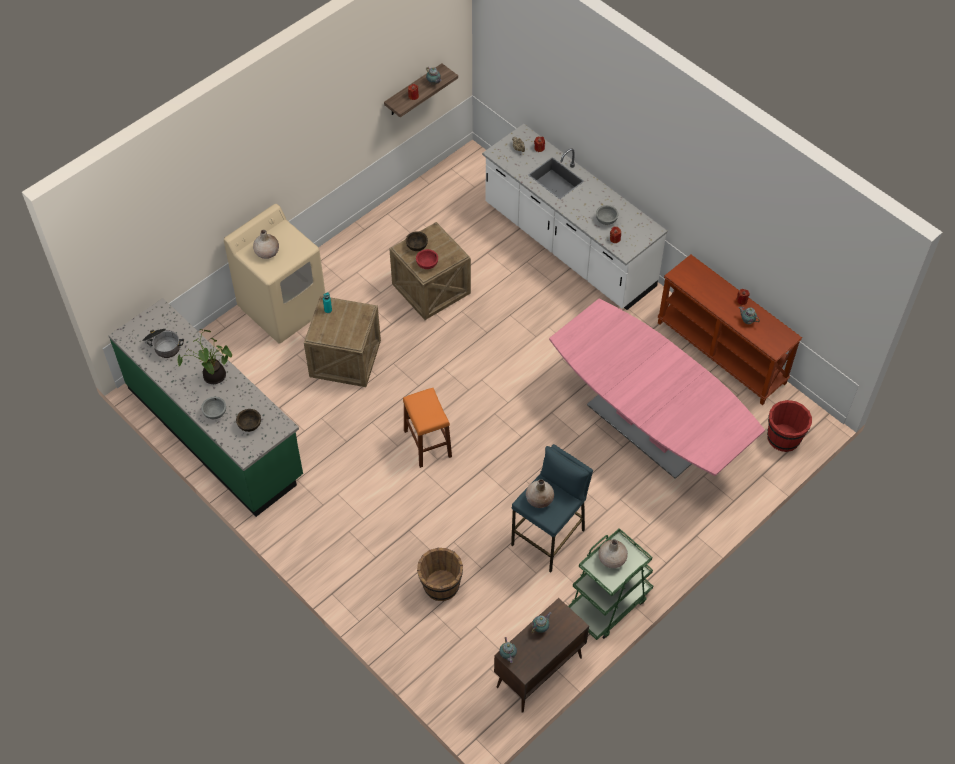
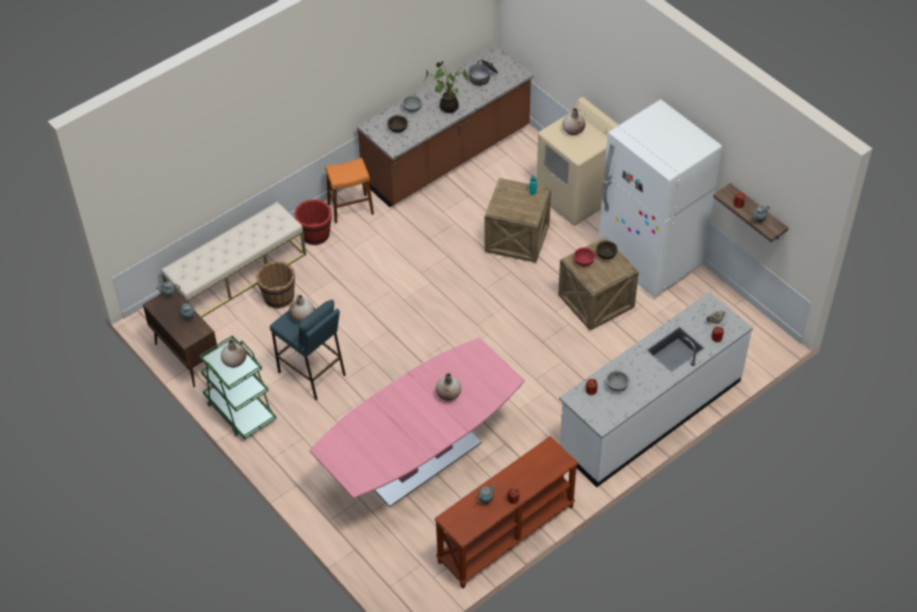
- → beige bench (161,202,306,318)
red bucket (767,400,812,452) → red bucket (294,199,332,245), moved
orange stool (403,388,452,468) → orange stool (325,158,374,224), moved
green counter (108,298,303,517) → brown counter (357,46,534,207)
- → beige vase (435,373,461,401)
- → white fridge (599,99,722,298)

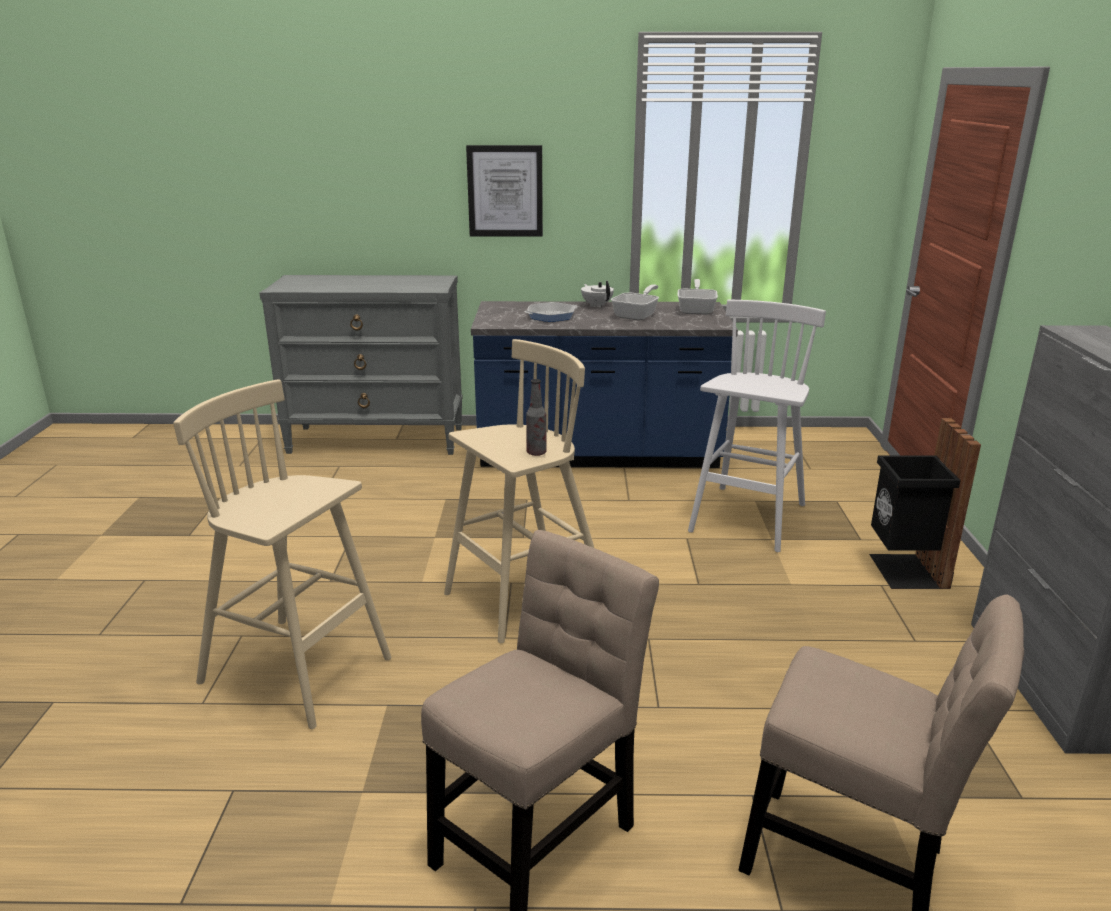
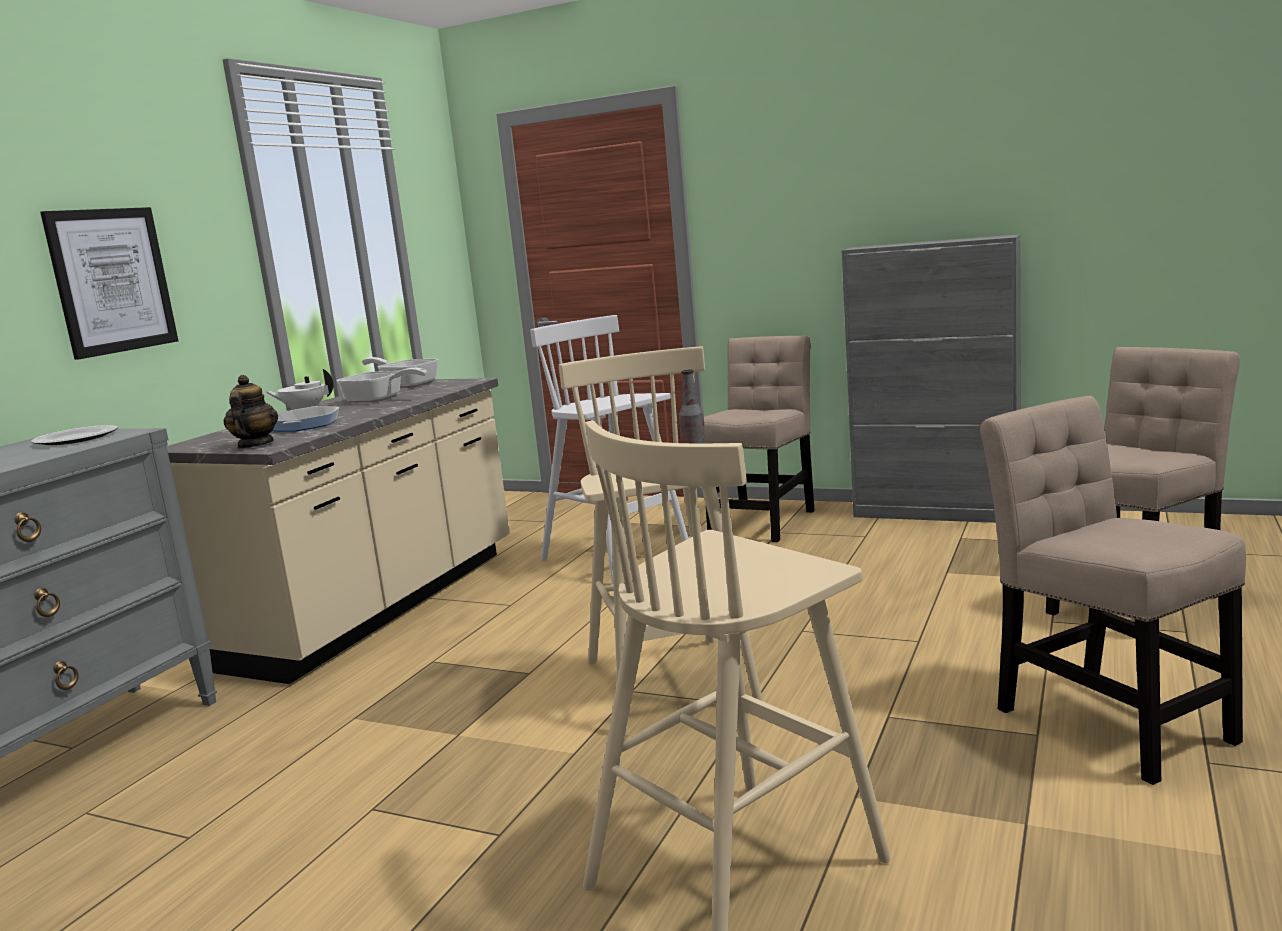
- → plate (31,425,118,445)
blue counter (471,301,738,468) → beige counter (167,378,510,684)
- → teapot (223,375,278,449)
frying pan (611,284,659,320) → frying pan (336,368,427,403), 150 degrees clockwise
black trash can (869,418,981,589) → beige chair (704,336,815,542)

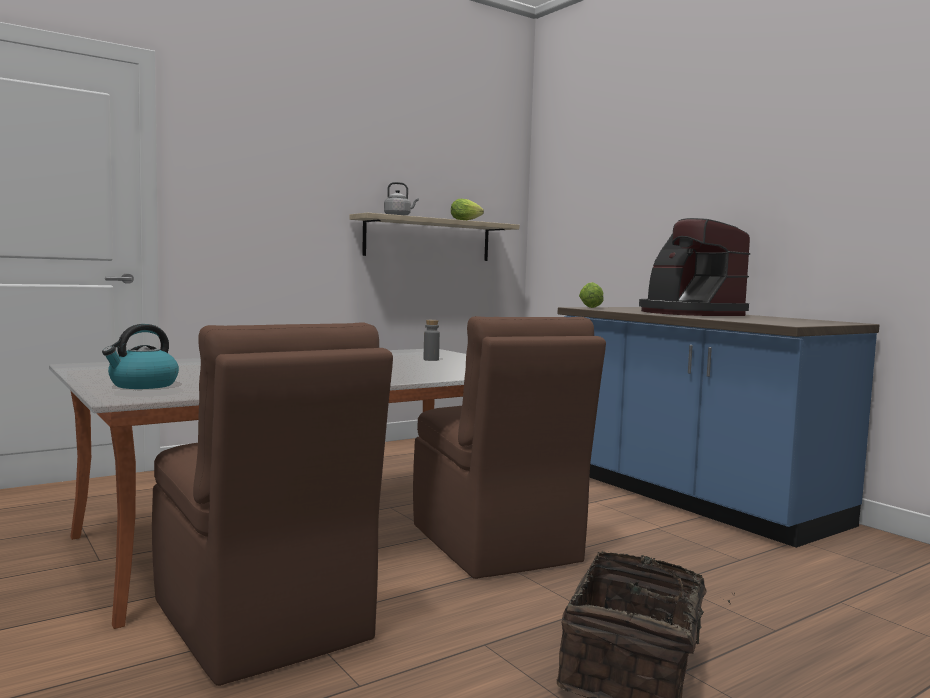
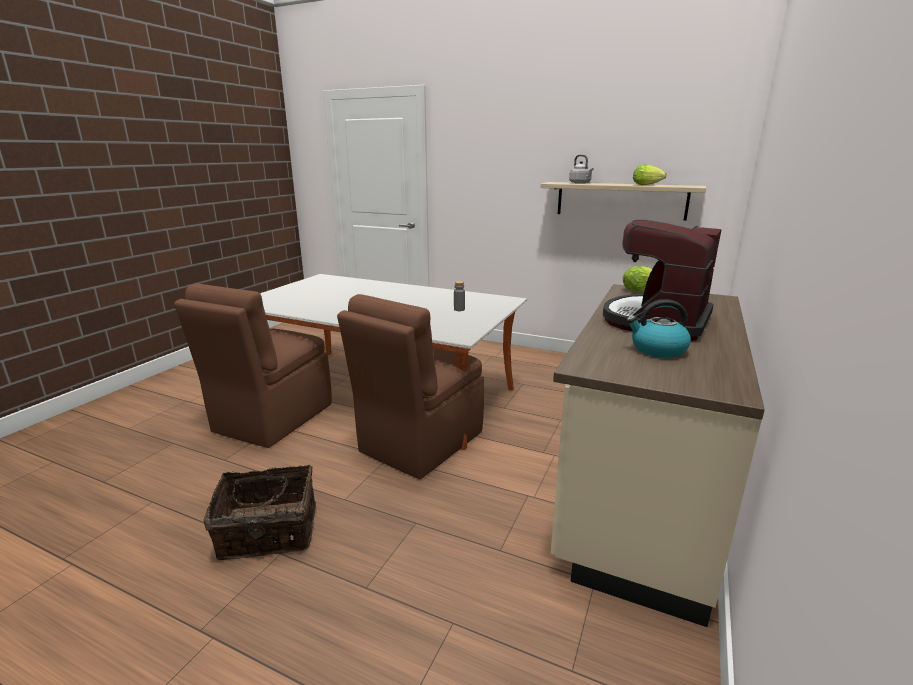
blue counter (558,307,880,548) → beige counter (551,284,765,627)
kettle (102,324,179,389) → kettle (627,299,691,358), moved

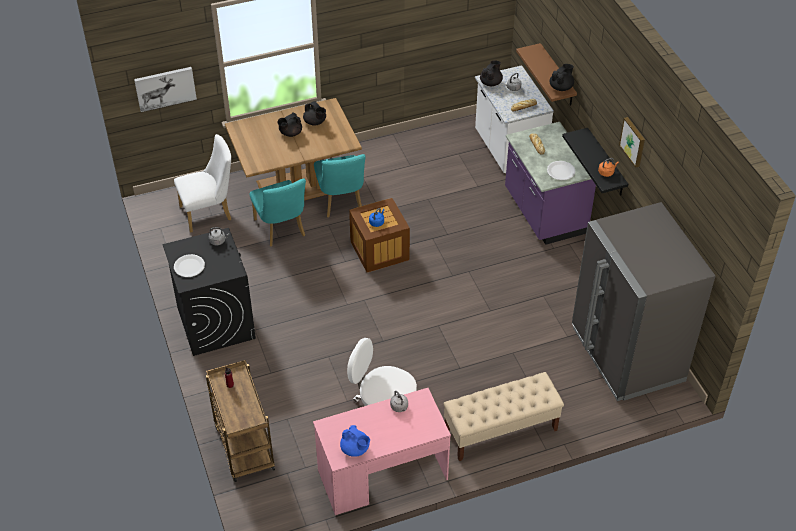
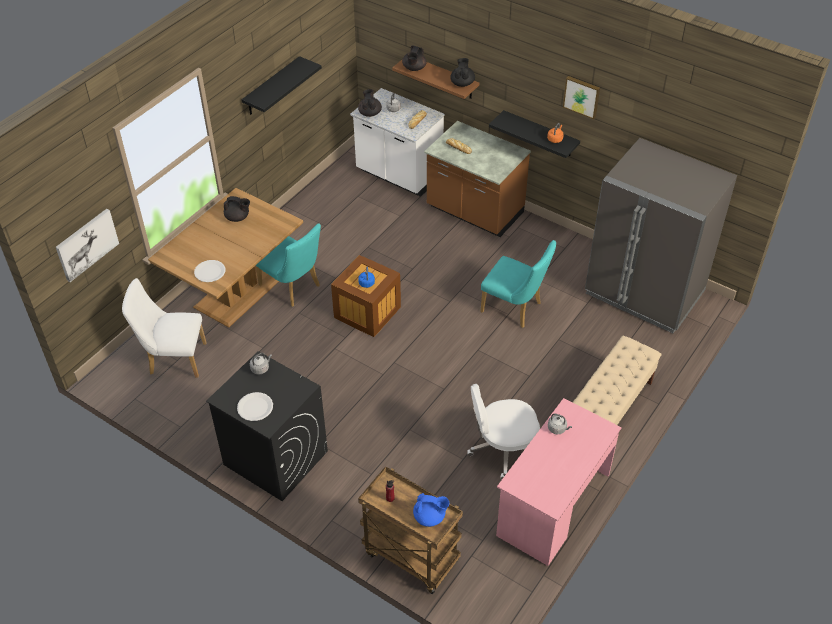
white chair (174,134,231,233) → white chair (122,278,207,377), 120 degrees counterclockwise
white plate (547,161,575,180) → white plate (194,260,226,282), moved
- → black shelf (241,56,322,115)
black teapot (277,112,302,137) → black teapot (402,46,426,71), moved
blue teapot (340,425,370,457) → blue teapot (413,493,449,527), moved
purple counter (505,122,596,245) → brown counter (424,121,531,237)
turquoise chair (250,178,306,247) → turquoise chair (480,240,556,328), moved

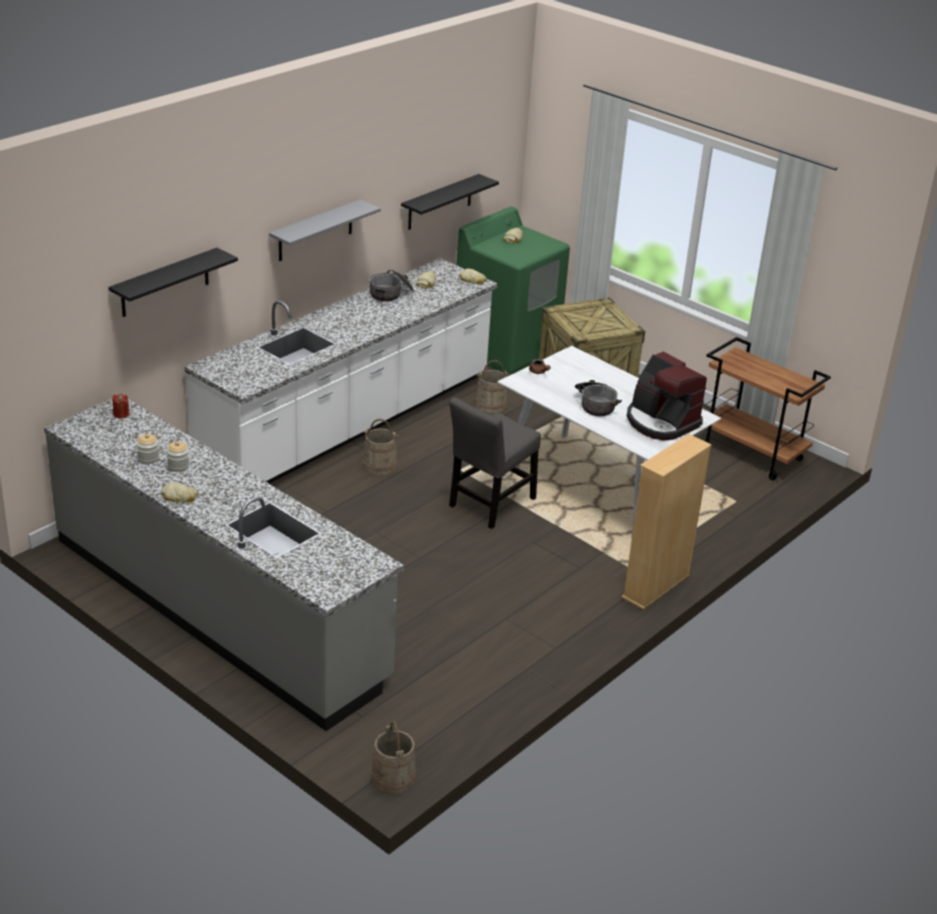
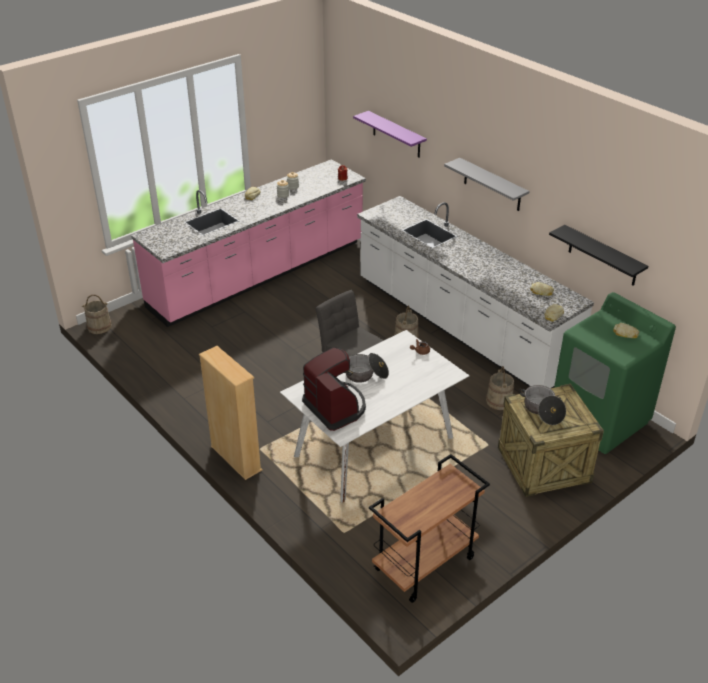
grey counter (44,399,404,731) → pink counter (131,159,366,327)
coffee machine (626,352,707,441) → coffee machine (302,347,366,431), 90 degrees clockwise
black shelf (108,248,238,317) → purple shelf (353,111,427,158)
cooking pot (369,270,414,302) → cooking pot (519,385,566,425), moved

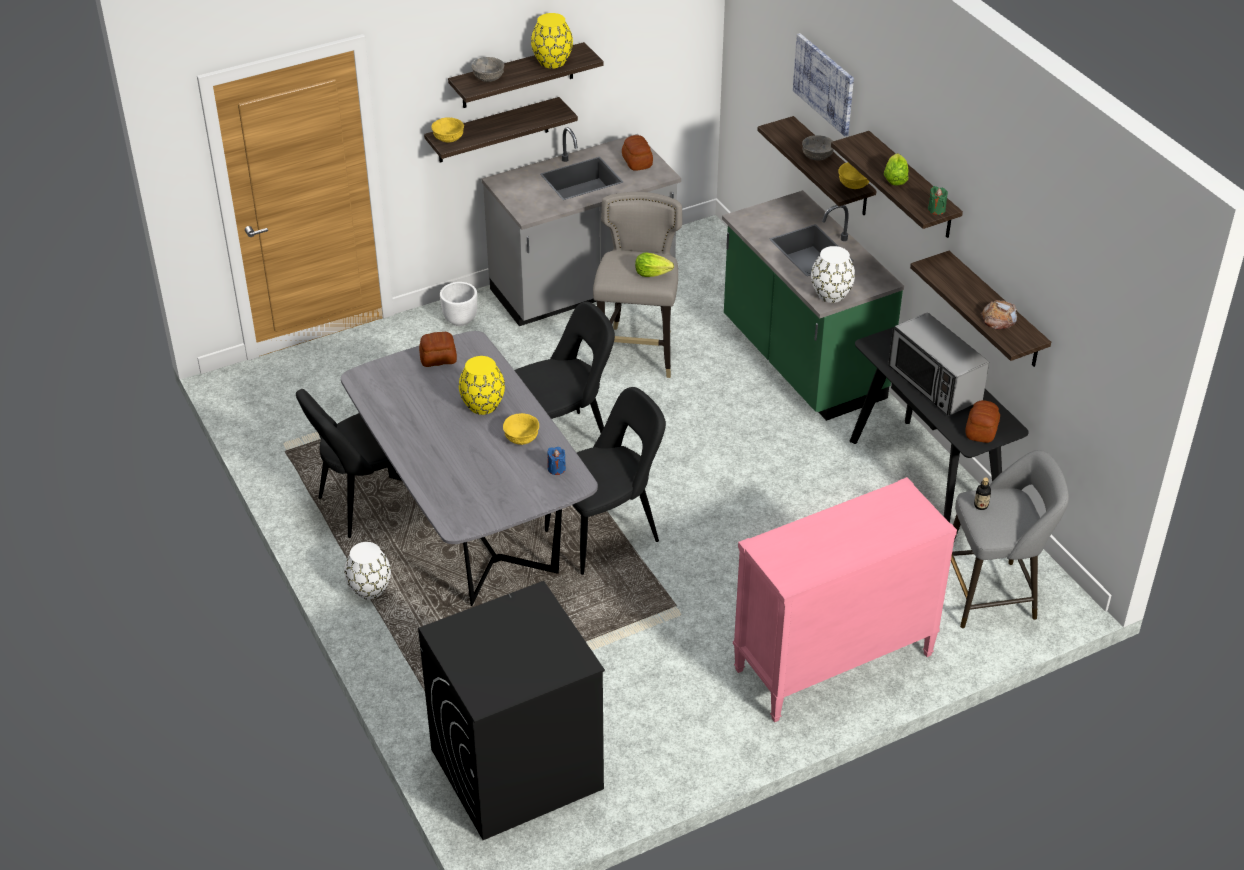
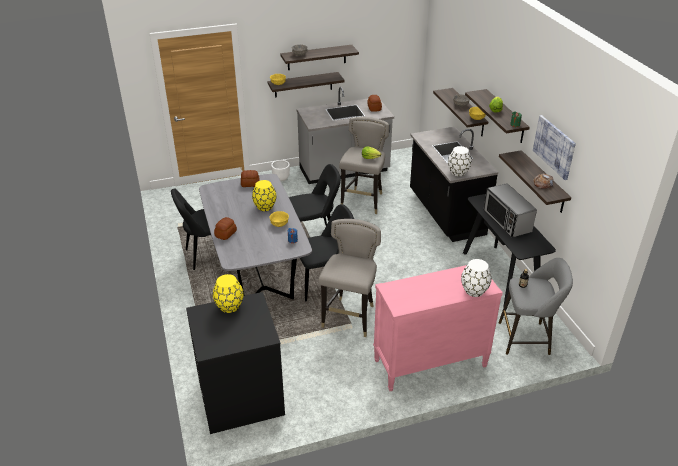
yellow vase (531,13,573,69) → yellow vase (213,274,244,313), moved
bread (965,400,1000,443) → bread (214,217,237,240), moved
- → grey stool (318,219,381,337)
green counter (722,190,904,421) → black counter (410,127,498,242)
white vase (344,542,391,600) → white vase (461,259,492,297), moved
picture (793,33,854,136) → picture (533,115,576,180), moved

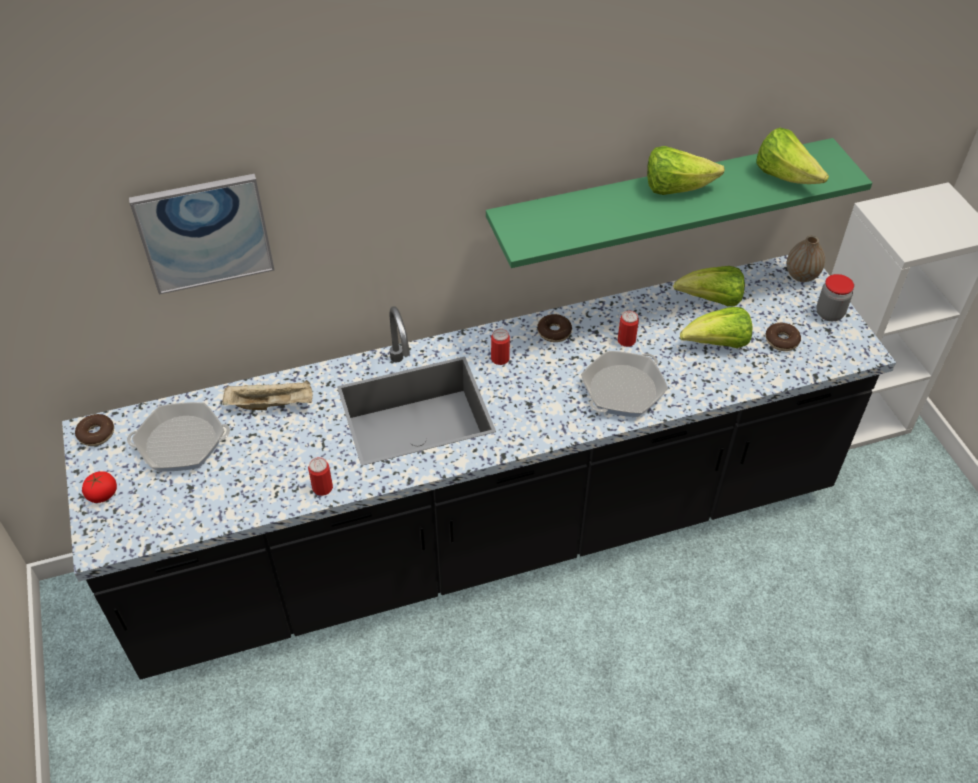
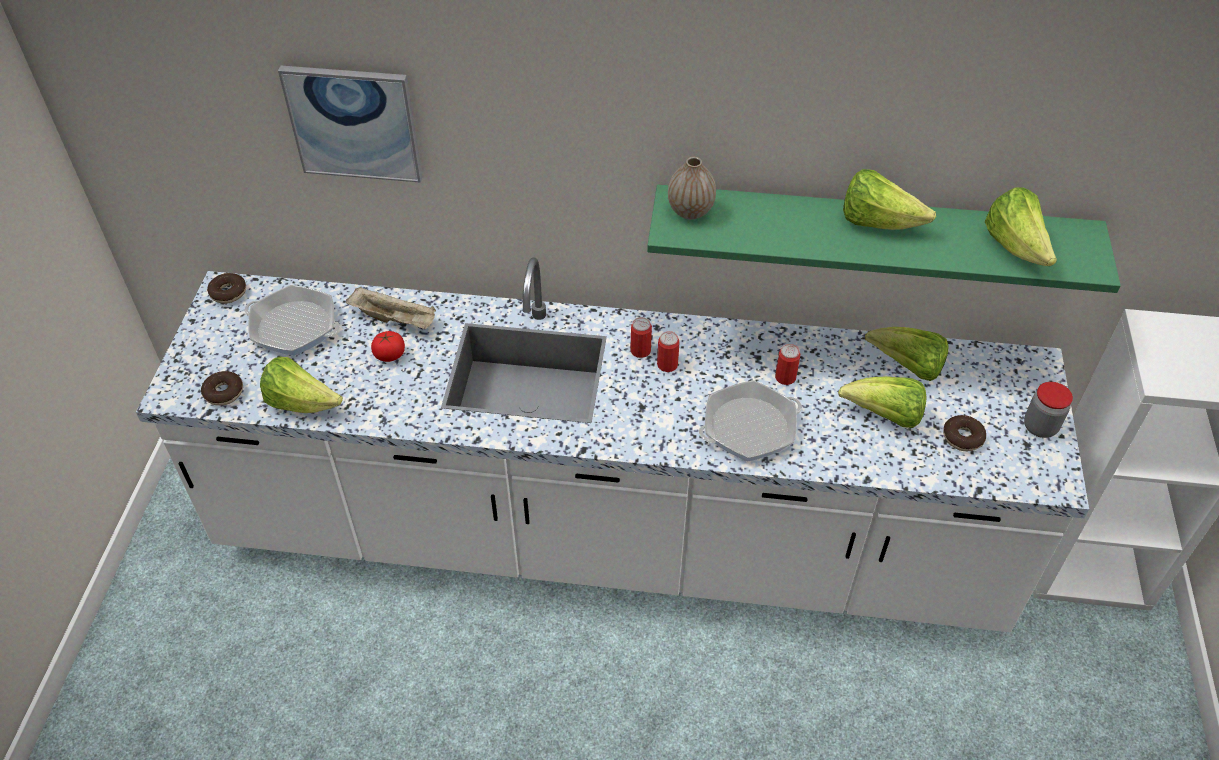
black counter (62,255,896,680) → white counter (136,258,1089,632)
donut (538,314,572,342) → donut (201,371,243,406), moved
- → lettuce (260,356,343,413)
tomato (82,471,117,503) → tomato (371,331,405,362), moved
can (308,457,333,496) → can (657,331,680,372), moved
vase (787,236,825,282) → vase (668,157,716,220), moved

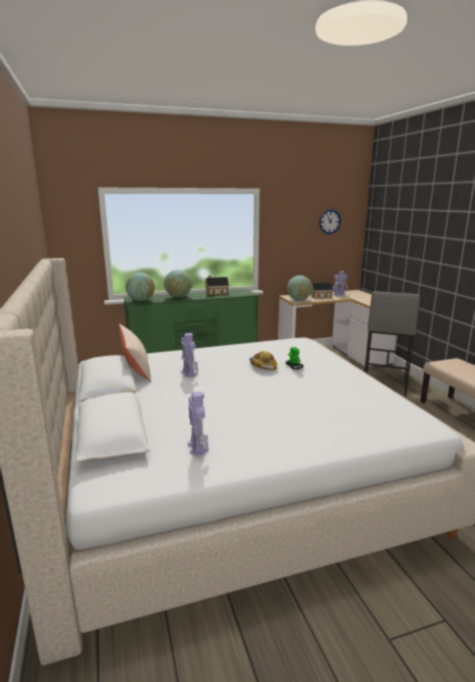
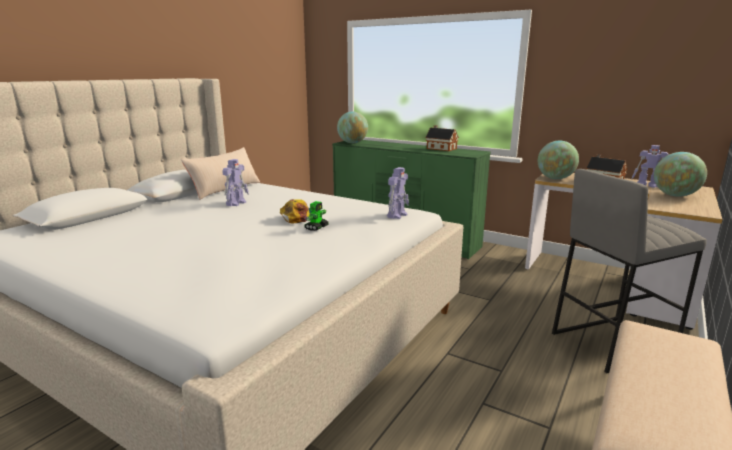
toy robot (188,392,209,456) → toy robot (387,167,409,219), moved
globe (164,270,192,298) → globe (654,152,707,197), moved
wall clock (319,209,341,234) → -

